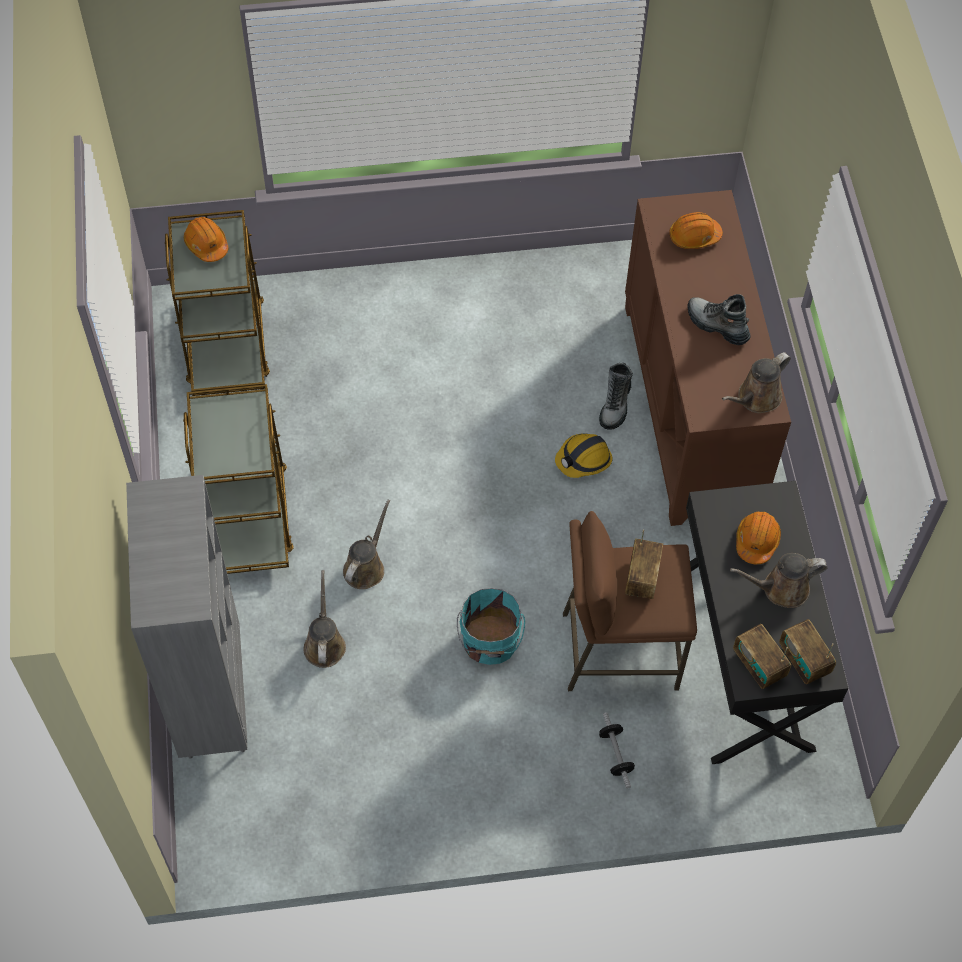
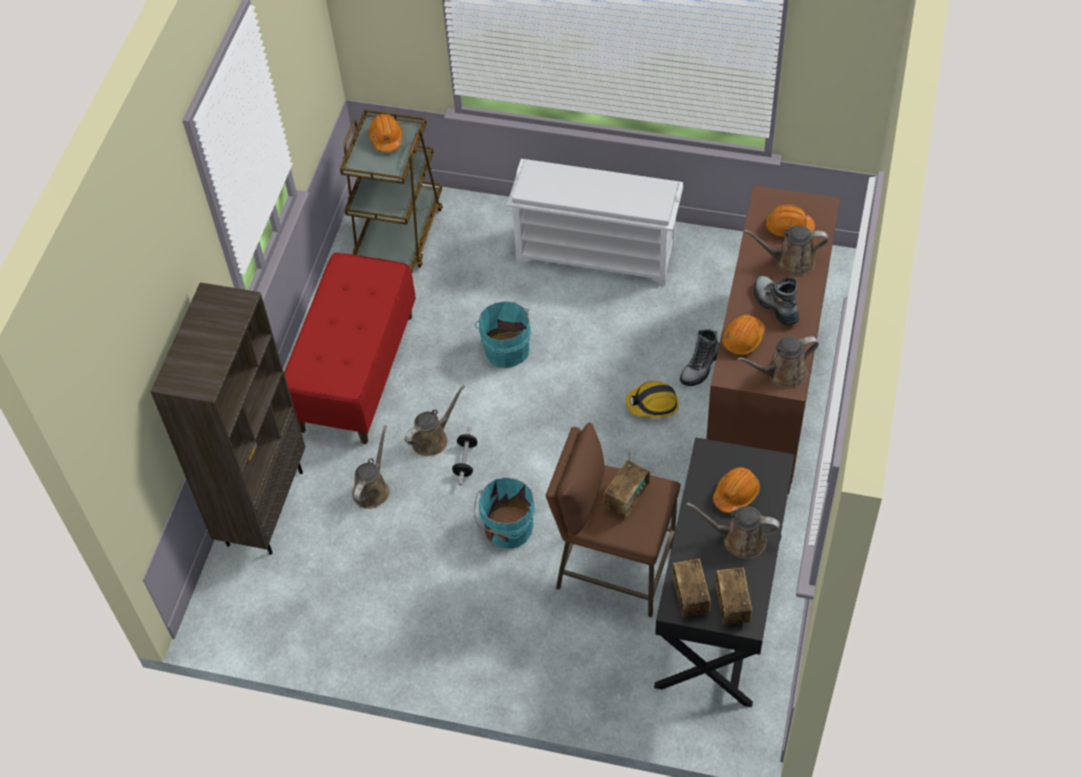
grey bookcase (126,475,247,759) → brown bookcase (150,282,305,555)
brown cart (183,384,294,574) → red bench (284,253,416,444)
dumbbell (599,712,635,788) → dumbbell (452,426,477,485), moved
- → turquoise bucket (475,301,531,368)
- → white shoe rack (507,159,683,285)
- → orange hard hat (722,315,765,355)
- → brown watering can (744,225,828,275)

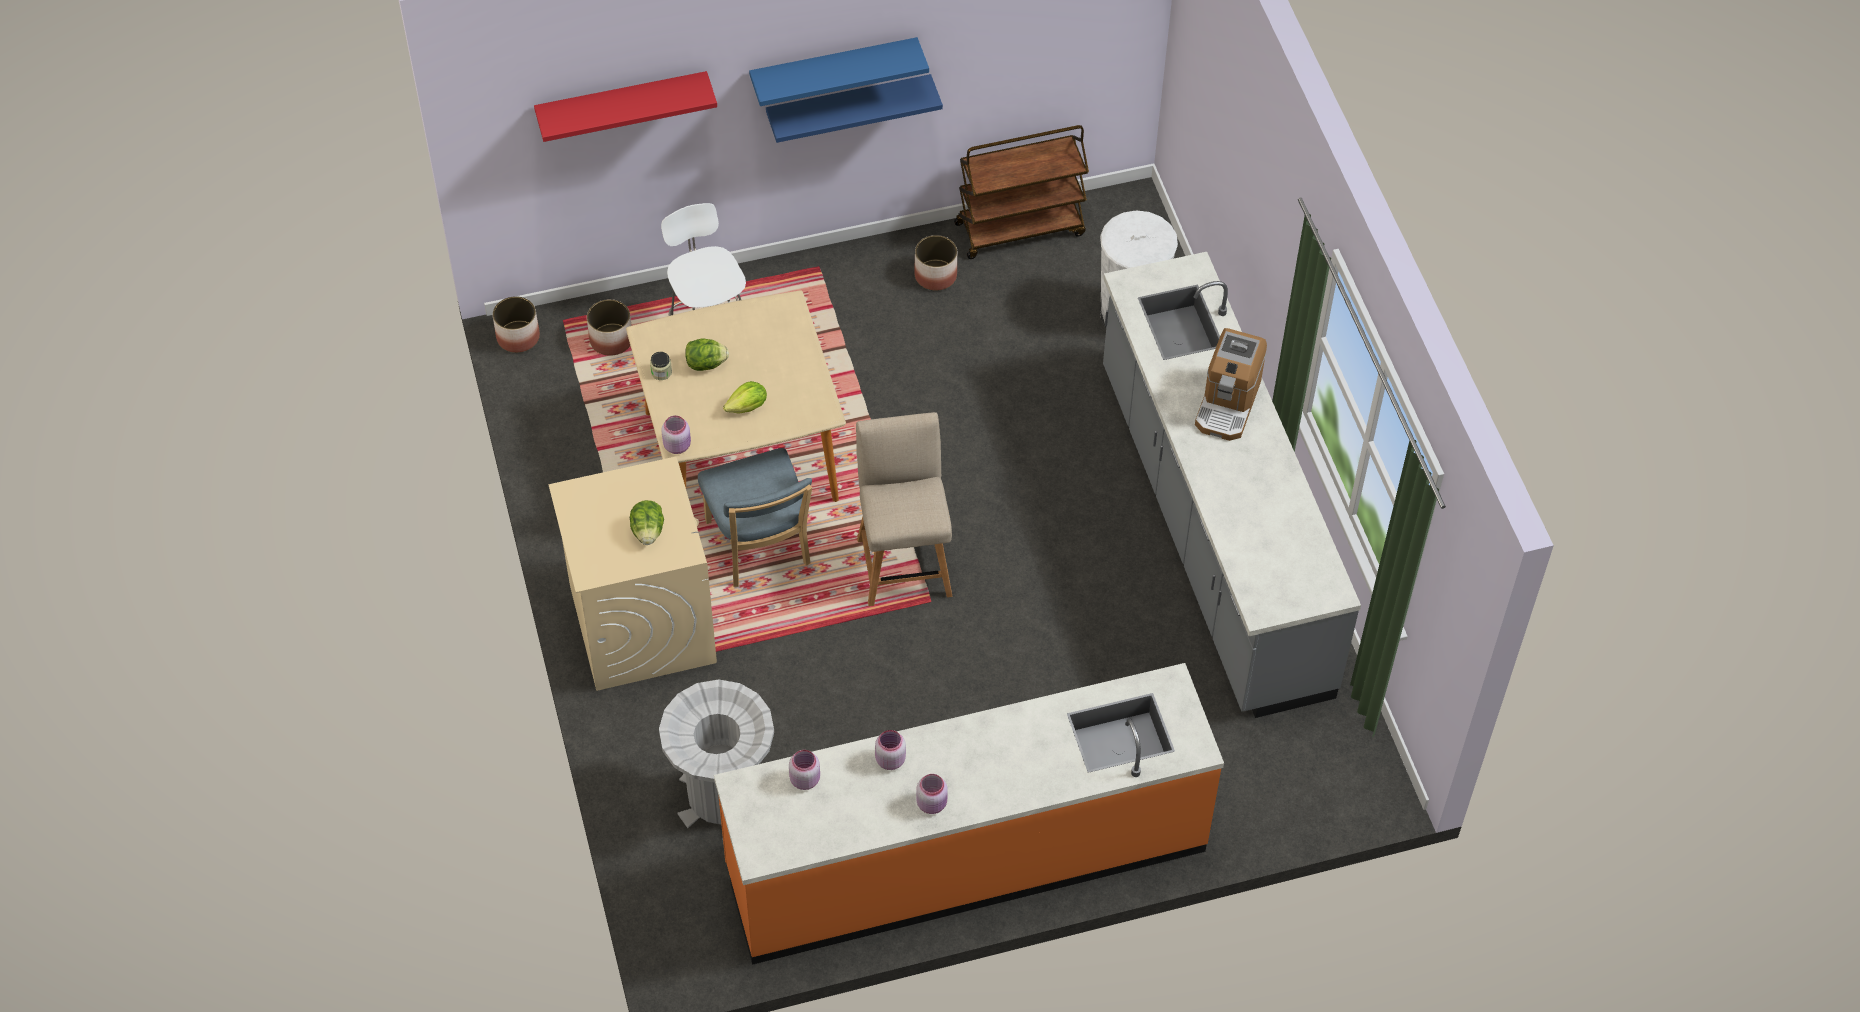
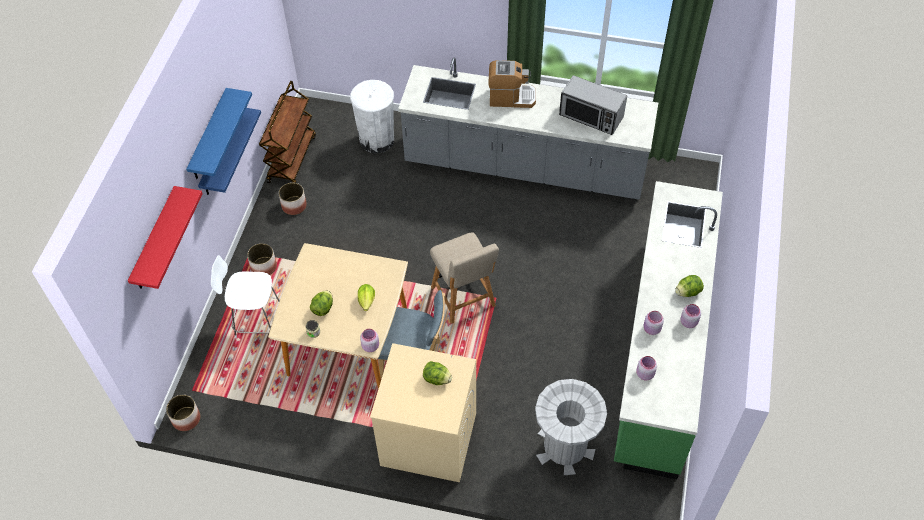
planter (587,299,632,356) → planter (247,243,277,275), moved
beige chair (856,412,952,606) → beige chair (430,232,499,324), 135 degrees counterclockwise
coffee machine (1195,328,1267,441) → coffee machine (488,60,536,108), 45 degrees counterclockwise
- → microwave (559,75,627,135)
orange counter (714,663,1224,965) → green counter (614,181,723,479)
- → lettuce (675,275,704,297)

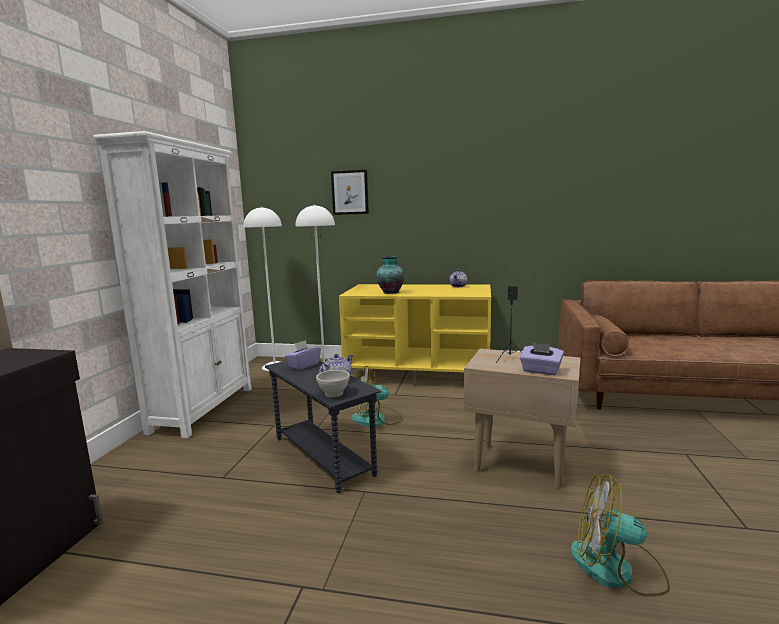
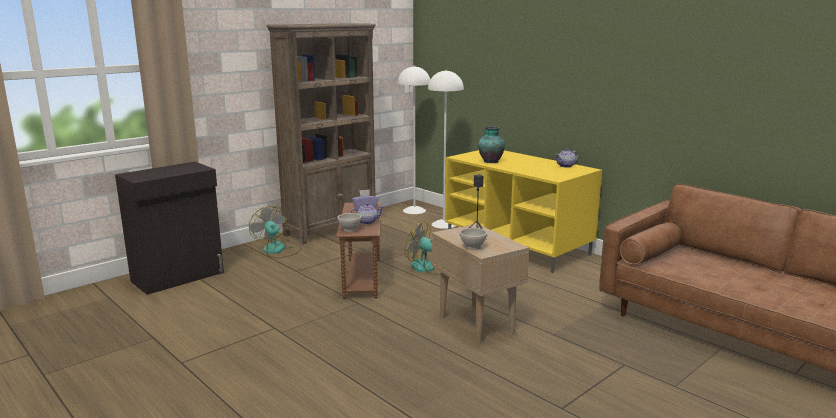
fan (570,474,670,596) → fan (249,206,301,258), moved
white bookcase (93,131,252,438) → brown bookcase (266,23,376,244)
grey side table (265,361,381,493) → brown side table (336,202,382,299)
purple tissue box (520,342,564,375) → white bowl (460,228,487,250)
picture (331,170,369,215) → -

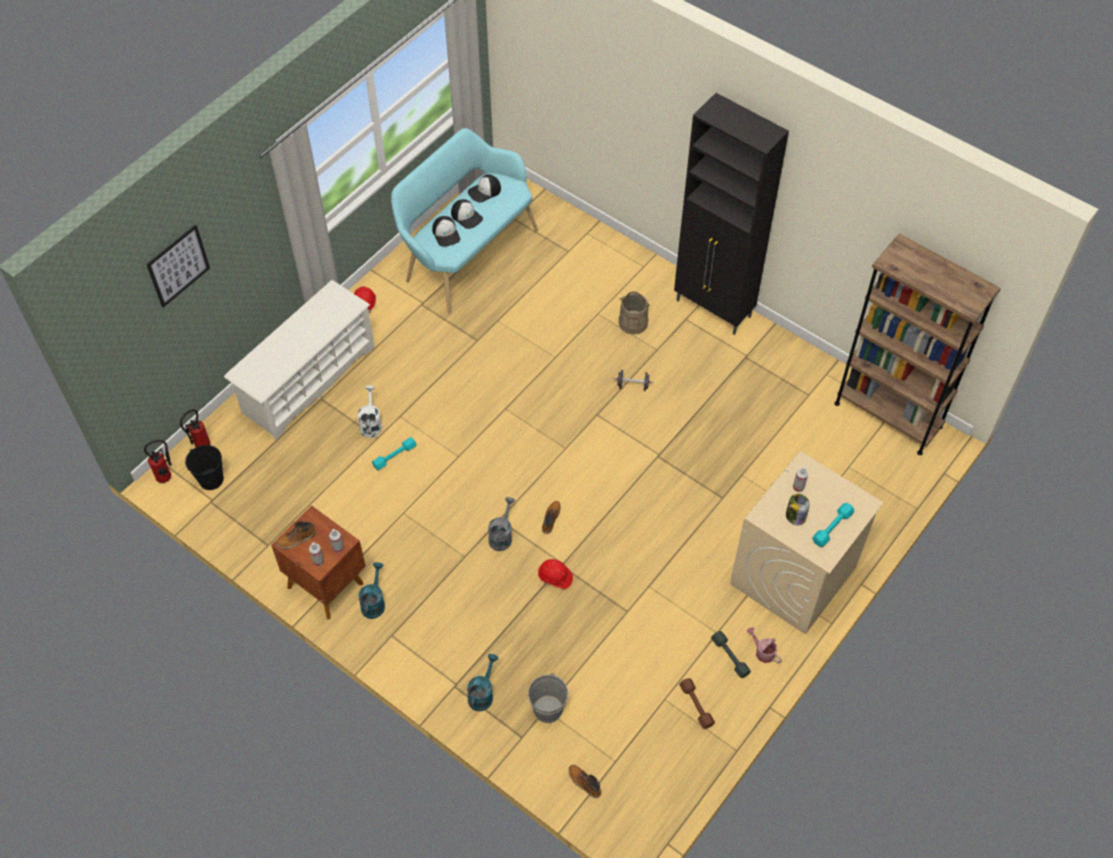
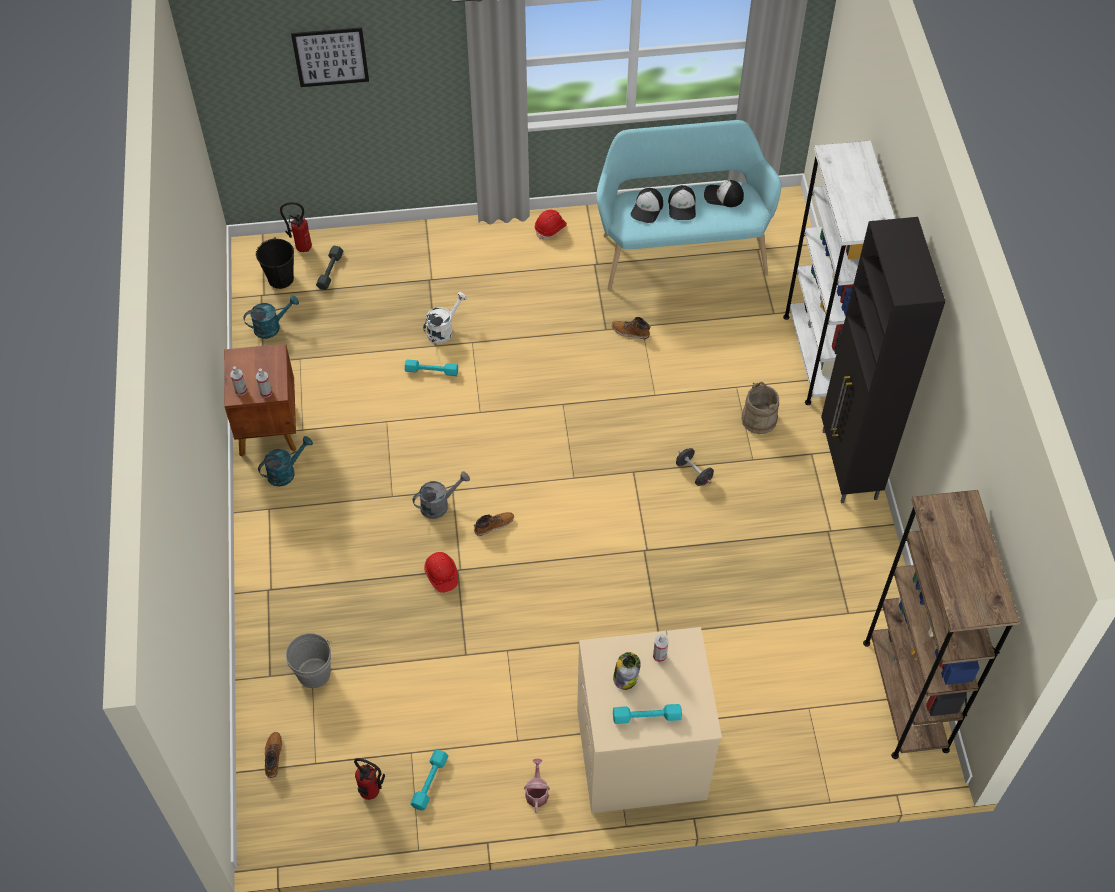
turquoise watering can (467,654,499,711) → turquoise watering can (244,295,299,339), moved
grey dumbbell (711,631,751,678) → grey dumbbell (316,246,343,290), moved
fire extinguisher (144,440,171,483) → fire extinguisher (354,758,385,800), moved
brown dumbbell (679,678,715,729) → turquoise dumbbell (410,749,448,811)
boot (276,521,315,549) → boot (612,317,650,339), moved
- → white bookcase (783,141,895,405)
white shoe rack (224,280,375,440) → -

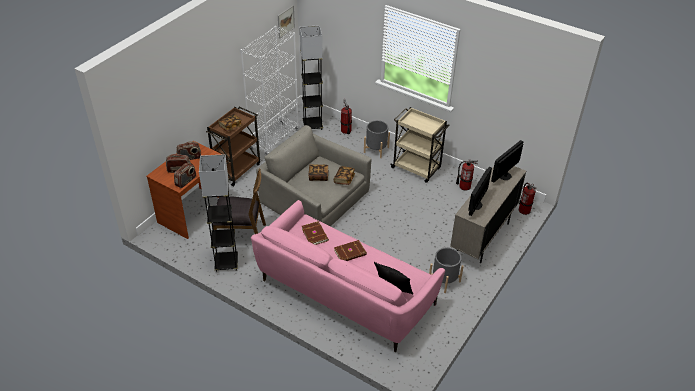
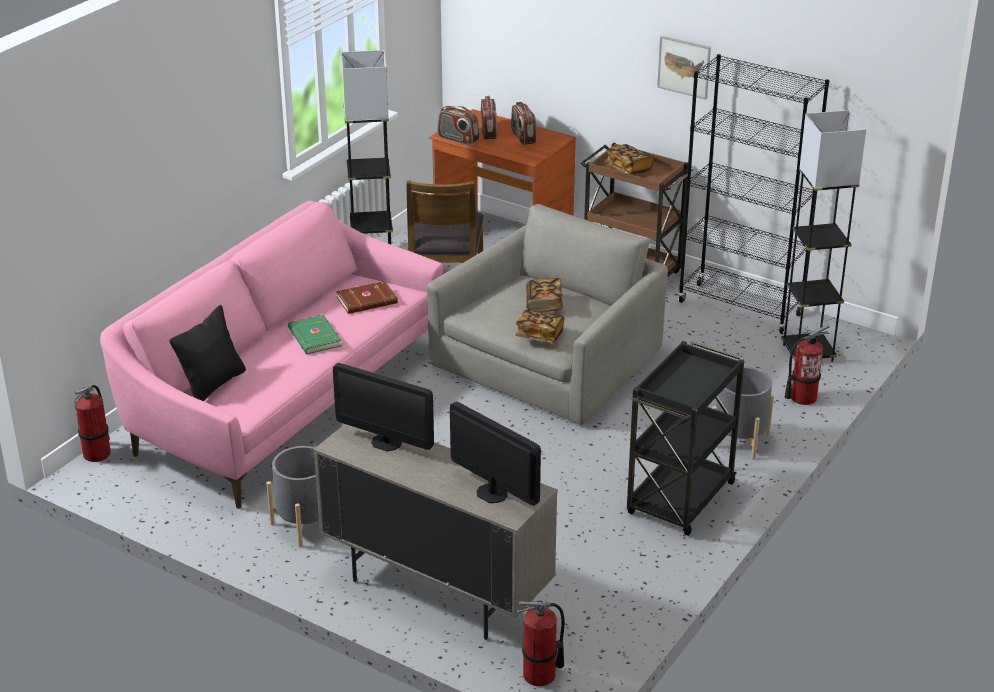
fire extinguisher (456,159,478,191) → fire extinguisher (74,385,111,462), moved
brown book (334,240,367,261) → green book (288,314,342,354)
beige cart (390,107,450,183) → black cart (627,341,744,536)
picture (278,5,295,38) → picture (657,36,711,99), moved
white bookcase (240,26,299,156) → black bookcase (678,54,829,334)

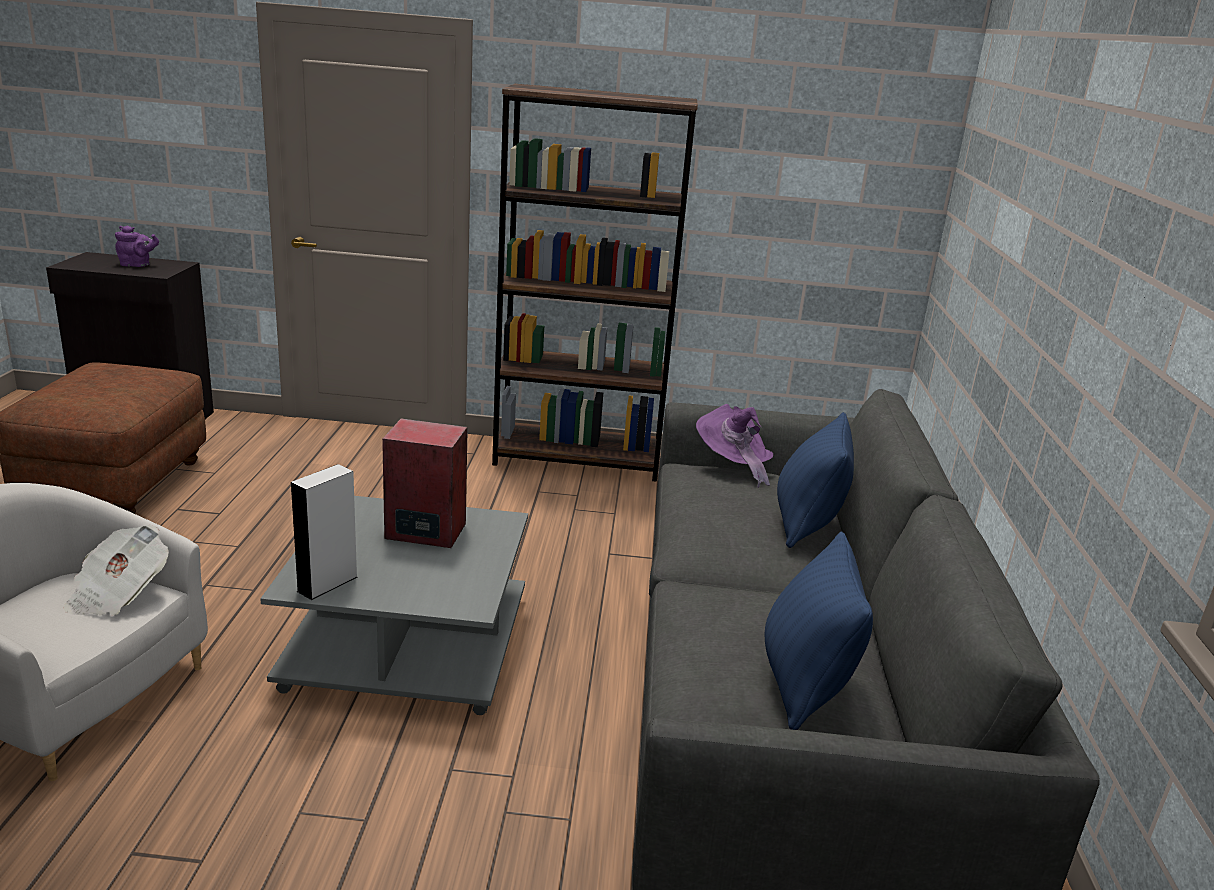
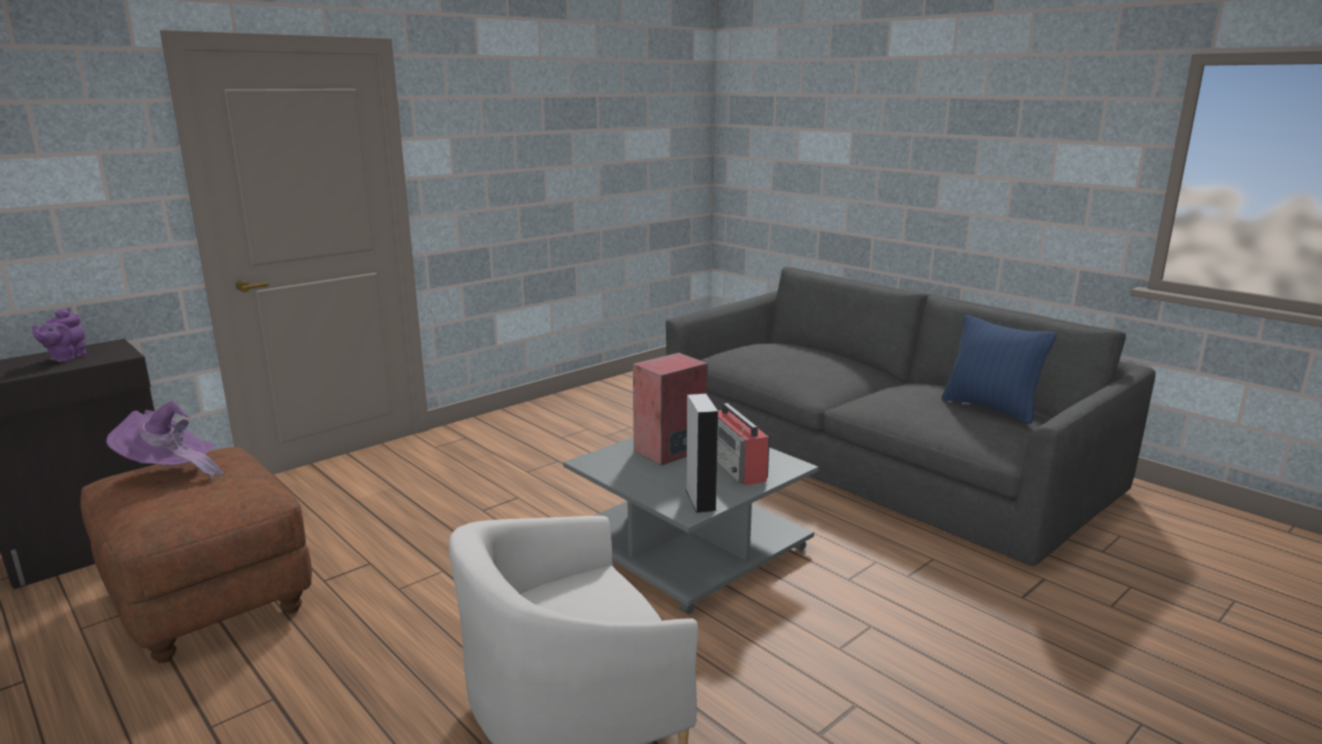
purple teapot (115,226,159,267) → purple teapot (32,308,86,362), 150 degrees clockwise
purple hat (696,404,773,488) → purple hat (106,401,224,481), moved
- → radio (717,403,770,486)
newspaper (63,525,169,616) → -
brown bookcase (492,84,698,482) → -
blue pillow (777,412,854,548) → -

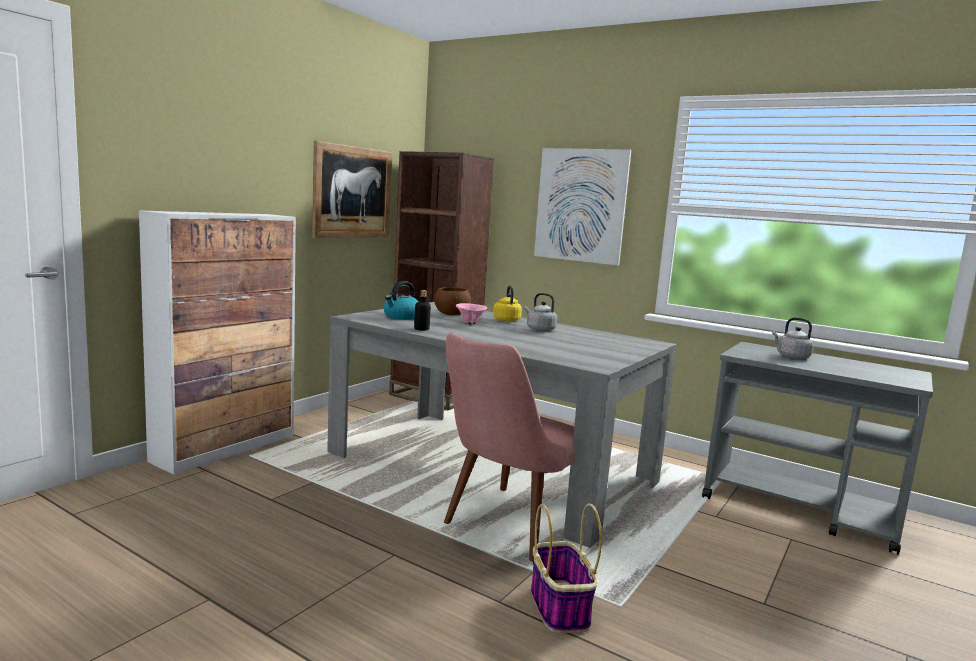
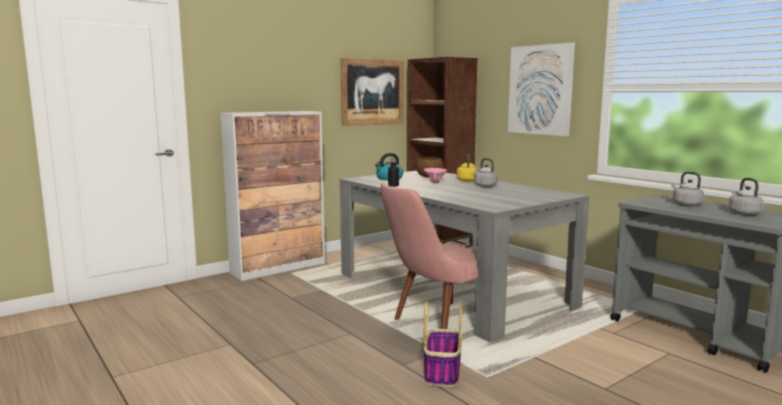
- → grey kettle (729,178,764,215)

